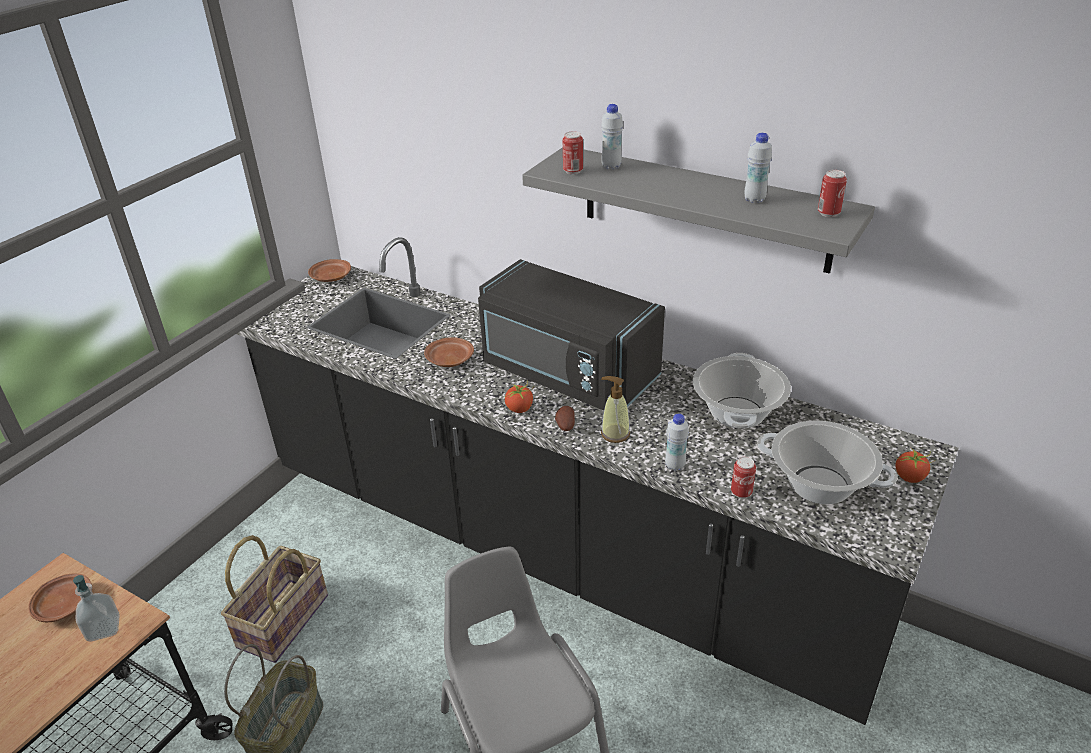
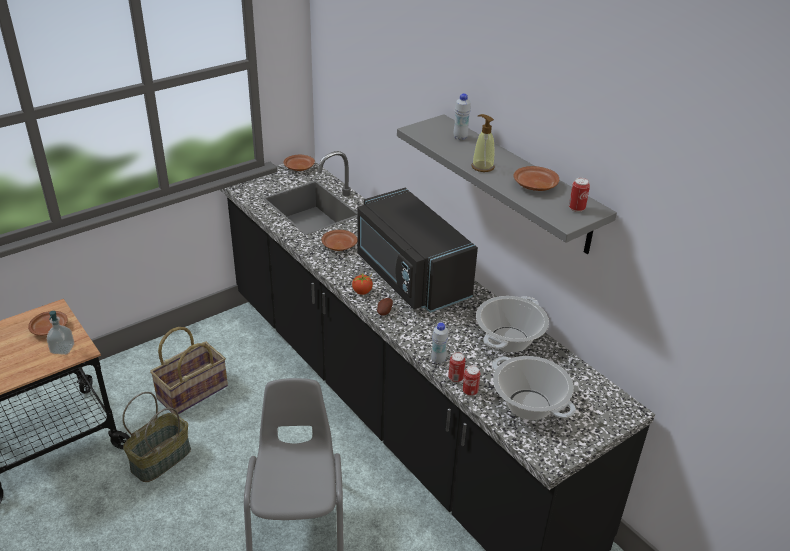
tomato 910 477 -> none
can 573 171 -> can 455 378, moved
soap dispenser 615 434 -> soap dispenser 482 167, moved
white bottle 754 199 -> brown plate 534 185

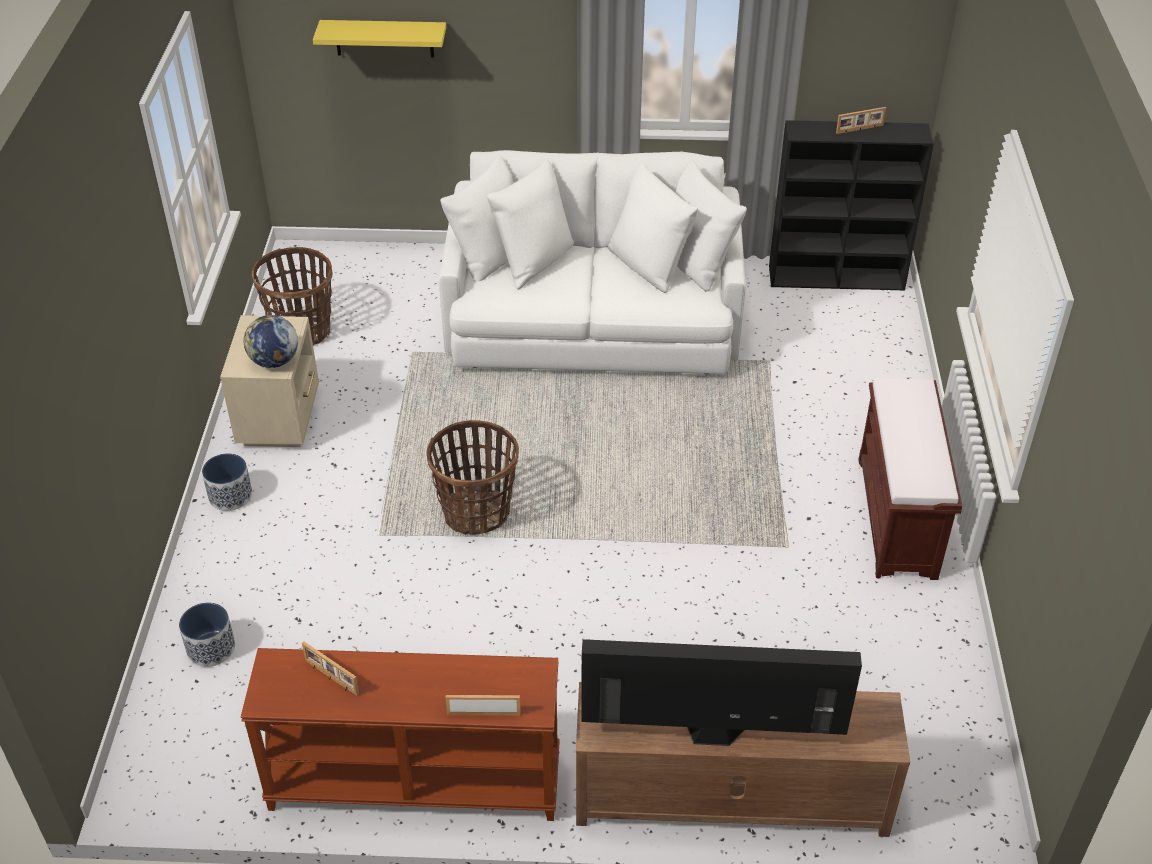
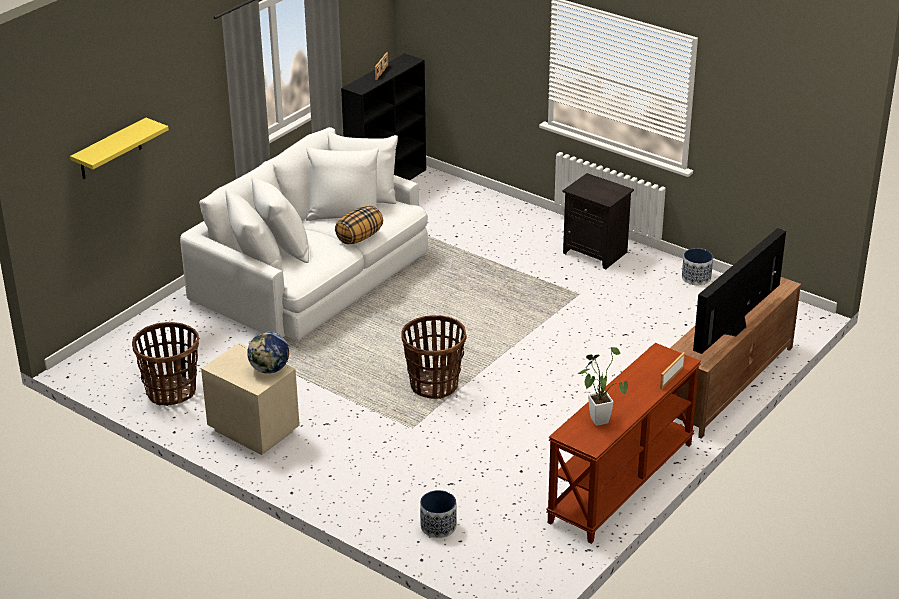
none -> pillow 359 237
planter 230 496 -> planter 696 278, moved
picture frame 331 678 -> potted plant 598 418
brown bench 897 518 -> black nightstand 596 252

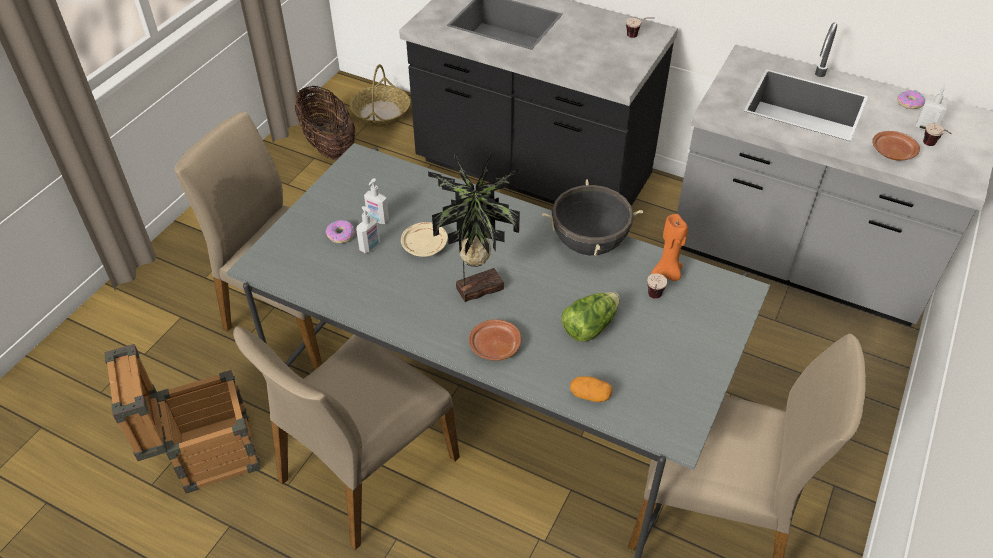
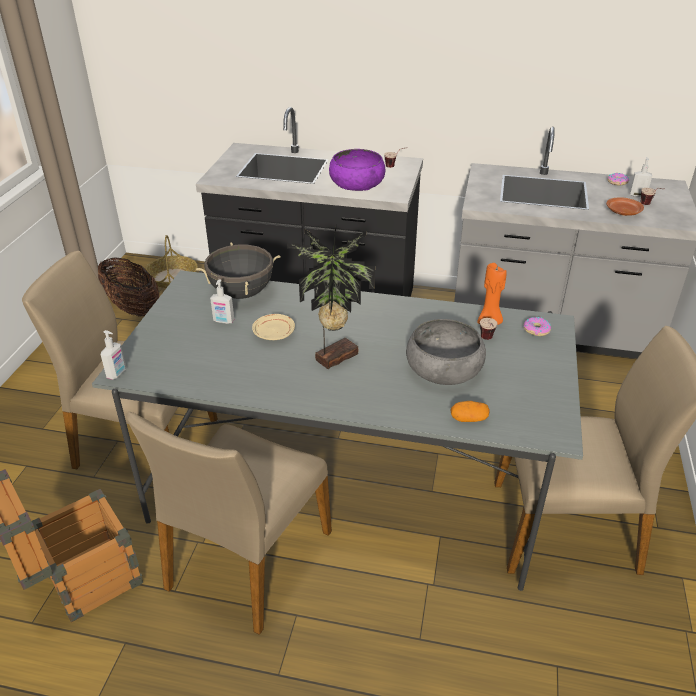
brown plate 494 346 -> none
none -> purple bowl 357 183
donut 340 235 -> donut 536 330, moved
soap dispenser 370 247 -> soap dispenser 117 373, moved
black cooking pot 589 244 -> black cooking pot 241 293, moved
lettuce 589 326 -> grey bowl 443 368

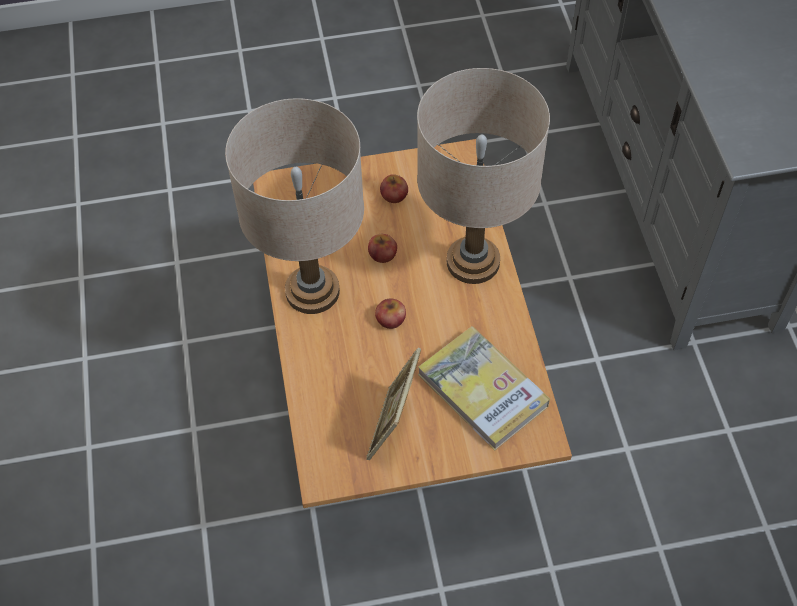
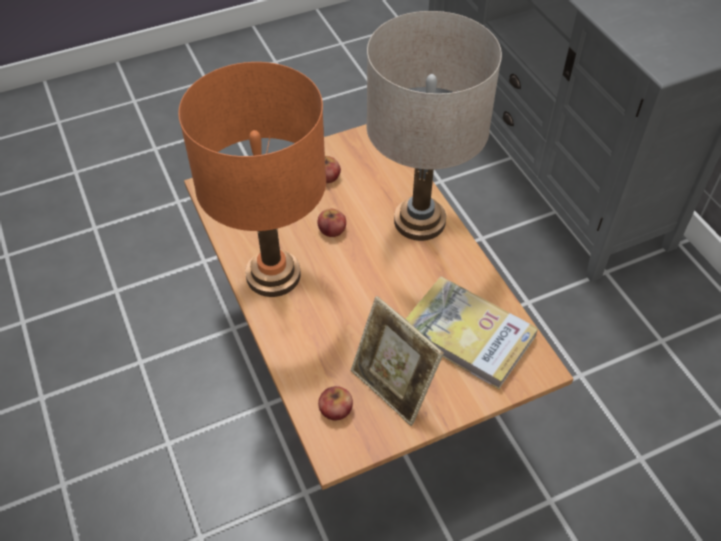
apple 390 319 -> apple 335 409, moved
beige table lamp 312 291 -> orange table lamp 273 275
picture frame 393 427 -> picture frame 392 388, 45 degrees counterclockwise

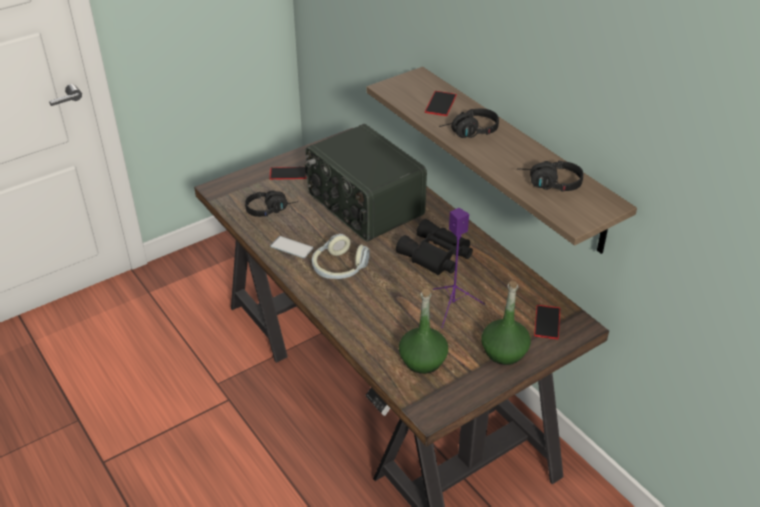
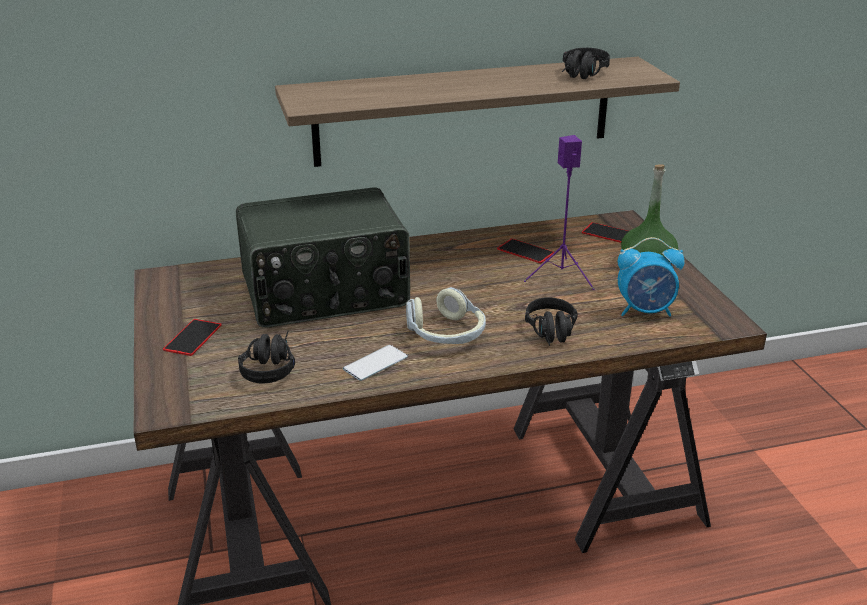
black binoculars 435 256 -> none
phone 440 103 -> phone 525 251, moved
black headphones 469 133 -> black headphones 552 334, moved
green bottle 423 360 -> alarm clock 645 311

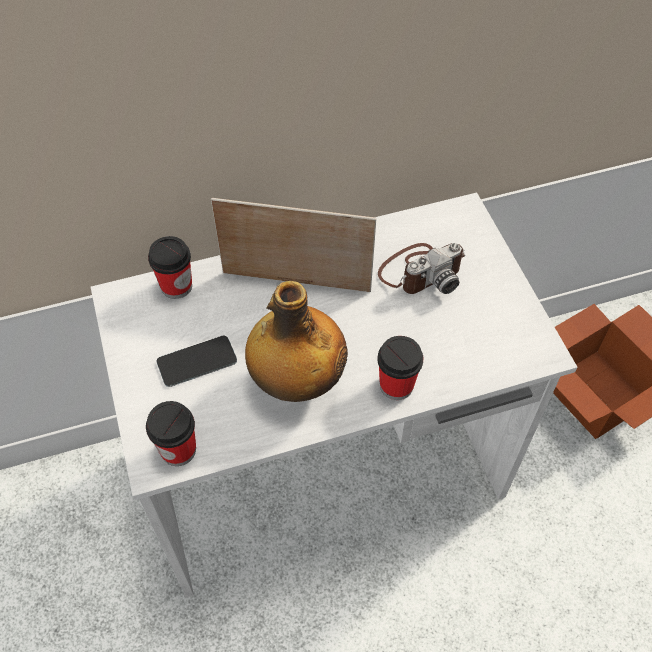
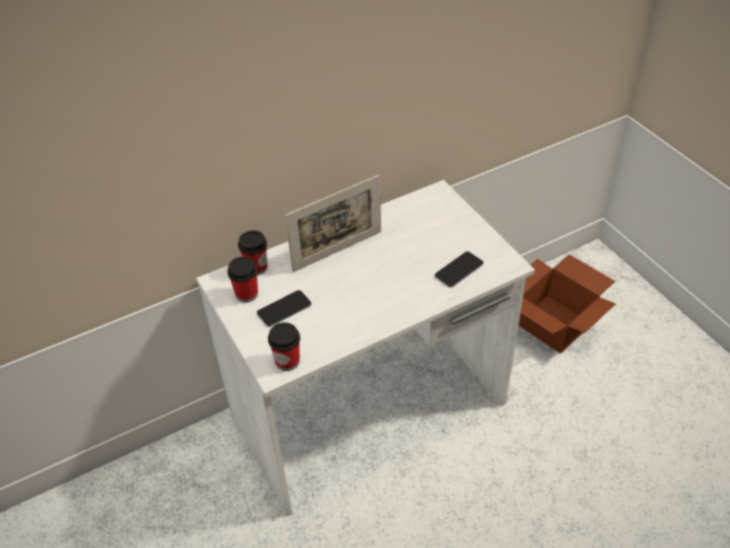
bottle 297 381 -> none
photo camera 421 271 -> none
none -> phone 459 270
cup 396 385 -> cup 246 294, moved
picture frame 296 281 -> picture frame 337 251, 150 degrees clockwise

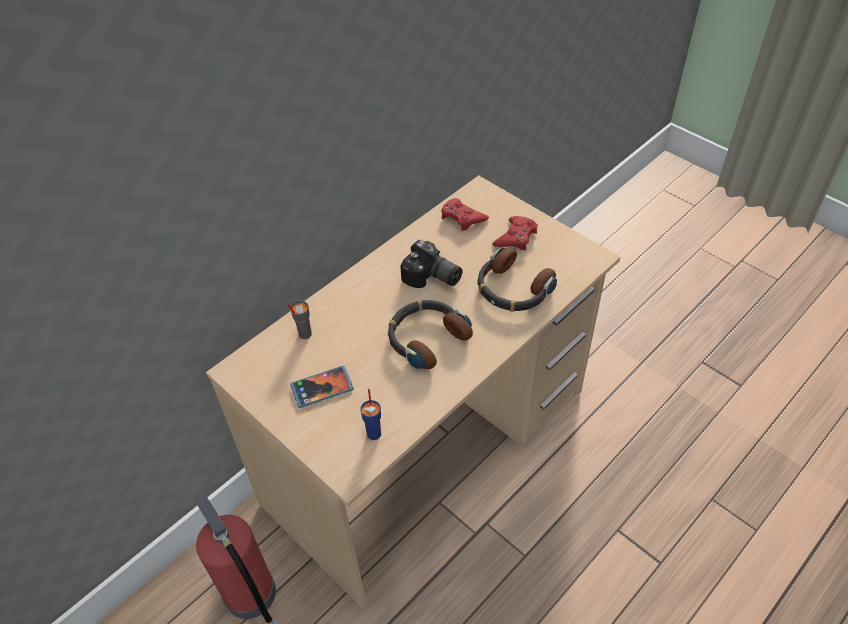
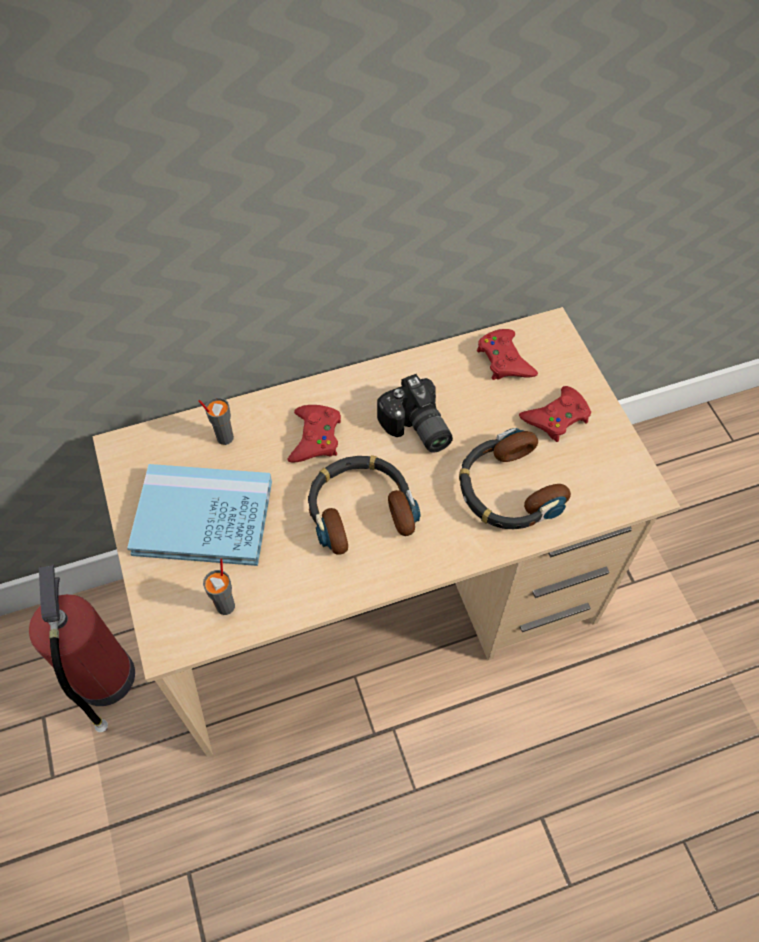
none -> red game controller 315 437
phone 322 388 -> blue book 203 517
blue cup 374 433 -> grey cup 226 606

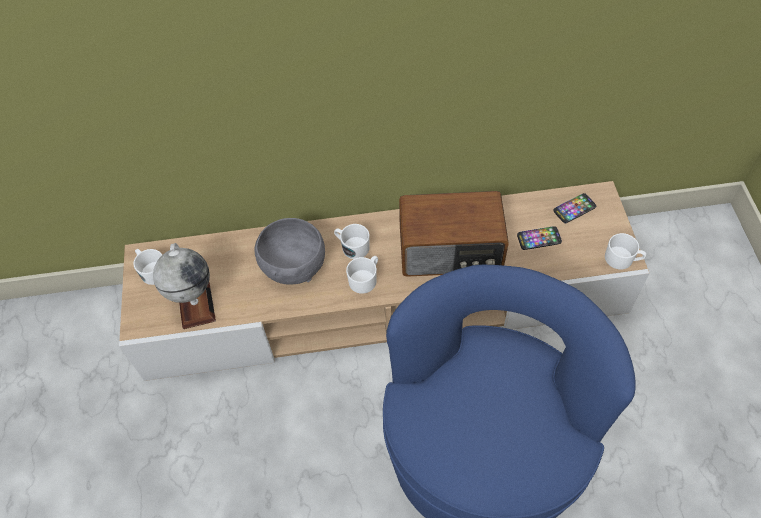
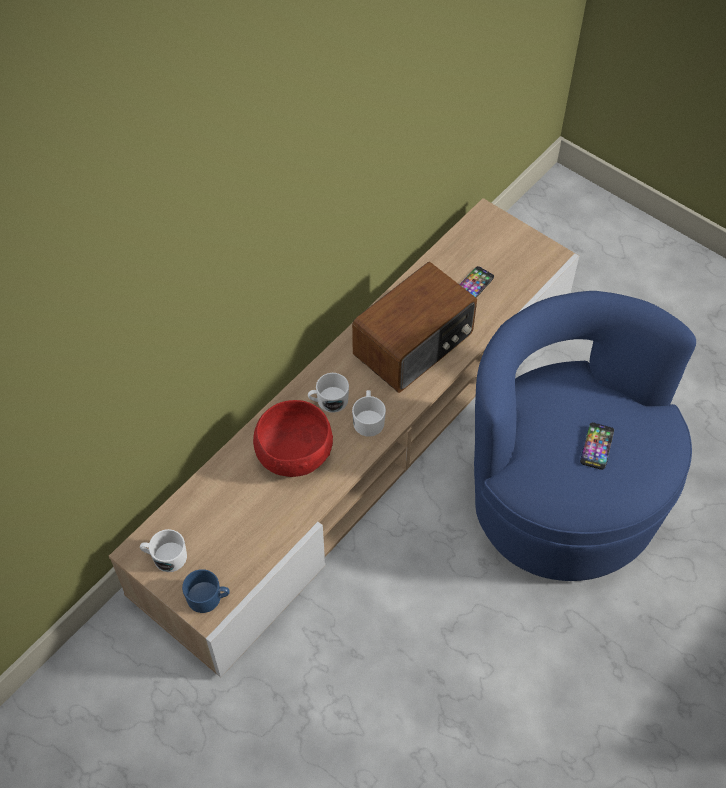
globe 196 304 -> none
white mug 622 259 -> none
none -> blue mug 208 597
phone 574 209 -> phone 597 446, moved
grey bowl 293 265 -> red bowl 293 455

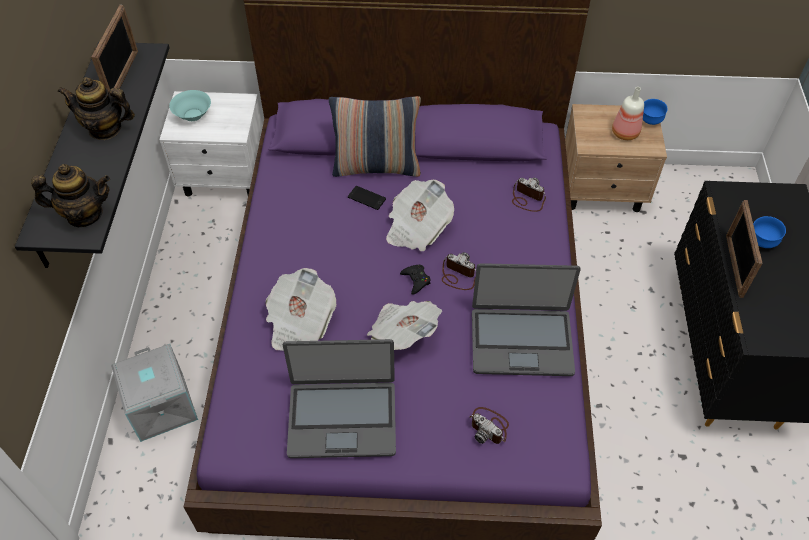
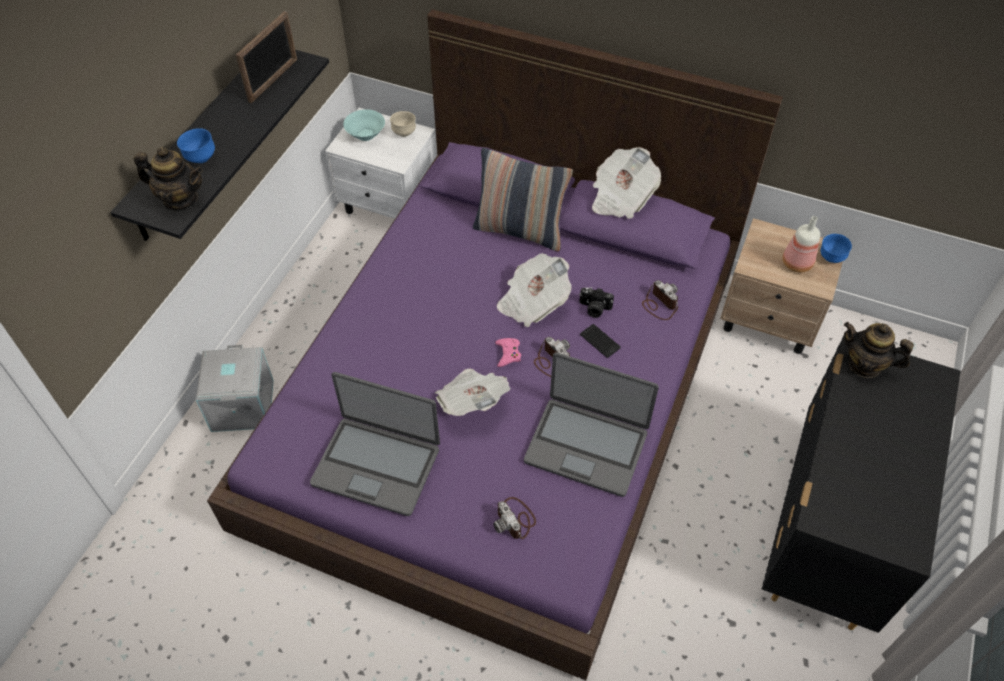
picture frame 734 265 -> none
none -> beige bowl 404 133
none -> photo camera 594 309
teapot 105 129 -> teapot 865 365, moved
newspaper 299 323 -> newspaper 621 197, moved
phone 366 198 -> phone 600 341, moved
blue bowl 761 242 -> blue bowl 200 159, moved
black game controller 416 280 -> pink game controller 508 354

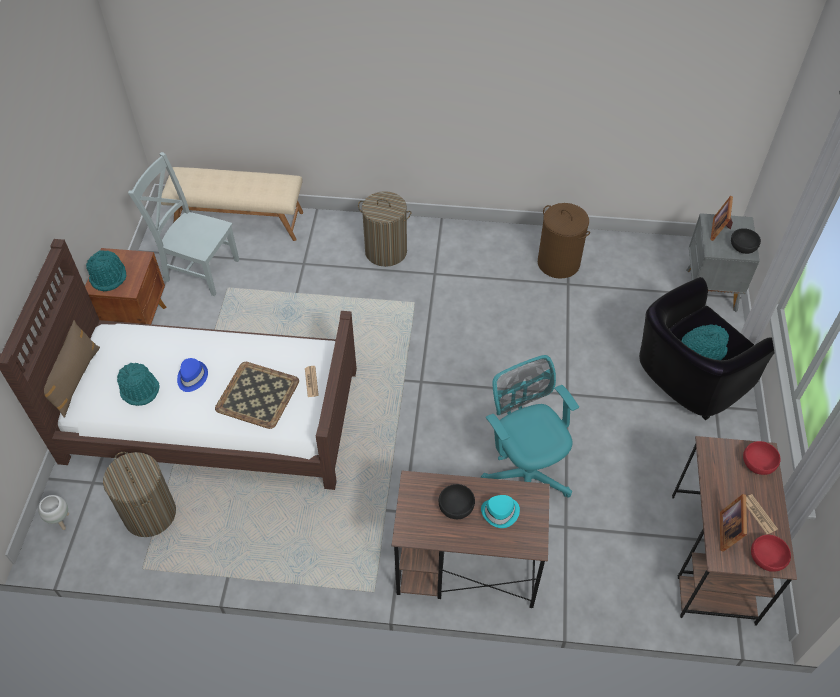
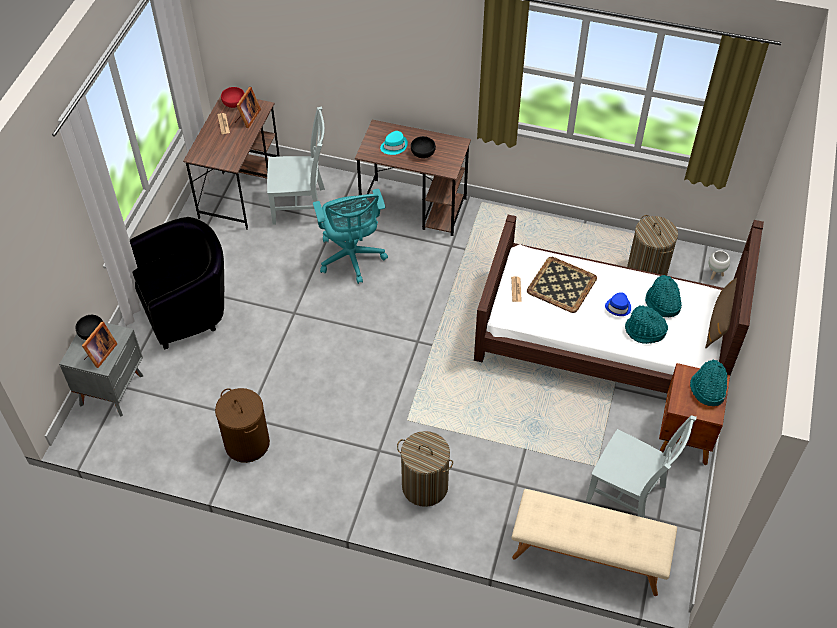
red bowl 758 463 -> none
none -> grey chair 302 206
turquoise hat 702 350 -> turquoise hat 645 331, moved

